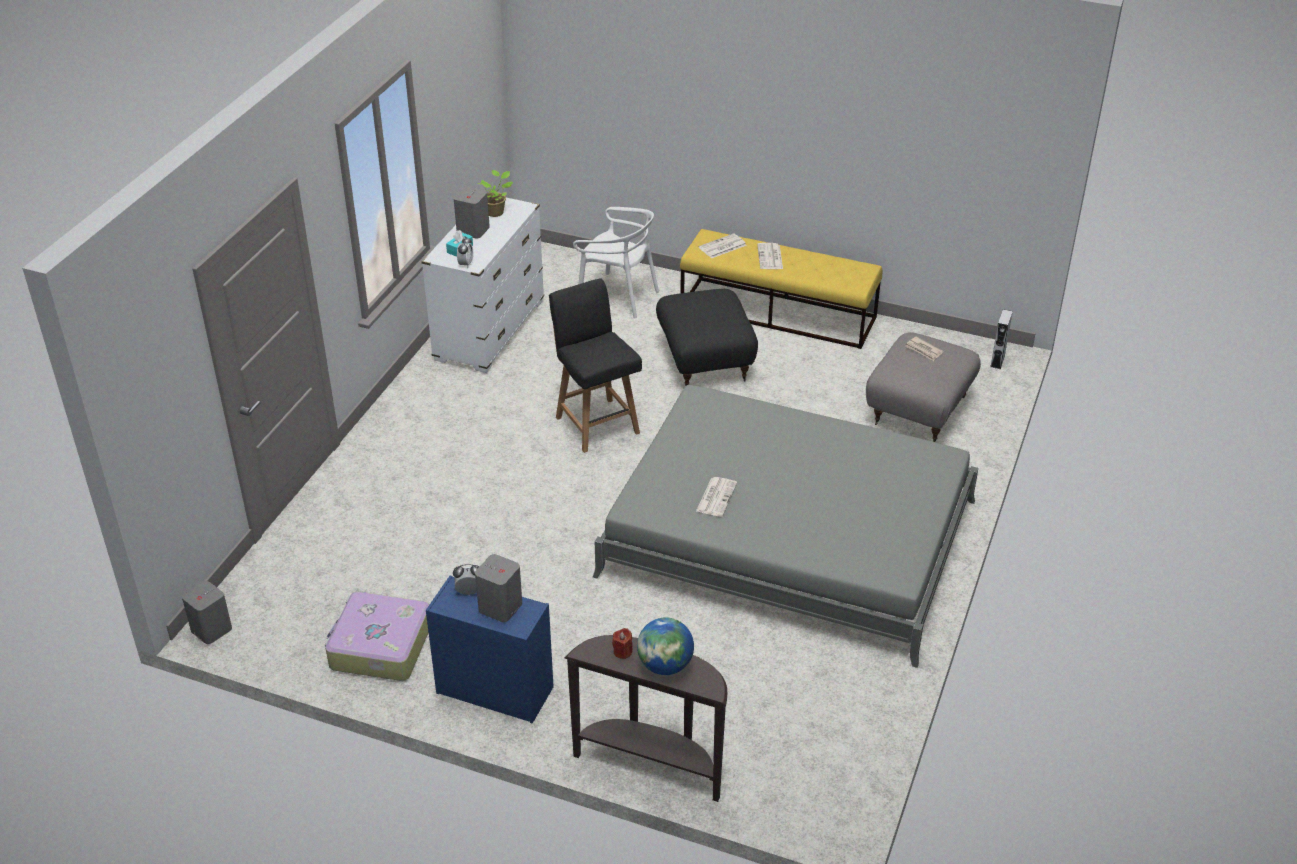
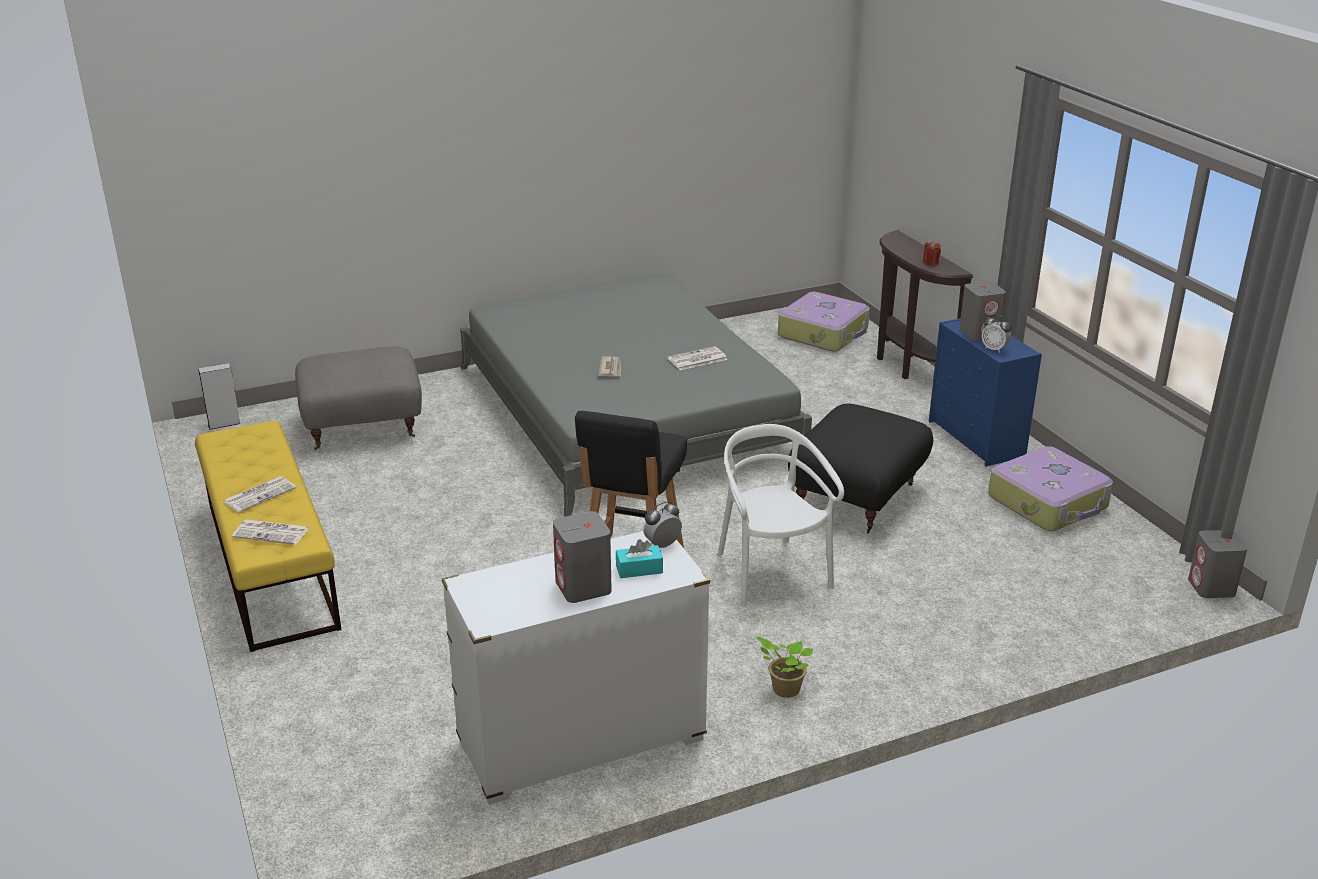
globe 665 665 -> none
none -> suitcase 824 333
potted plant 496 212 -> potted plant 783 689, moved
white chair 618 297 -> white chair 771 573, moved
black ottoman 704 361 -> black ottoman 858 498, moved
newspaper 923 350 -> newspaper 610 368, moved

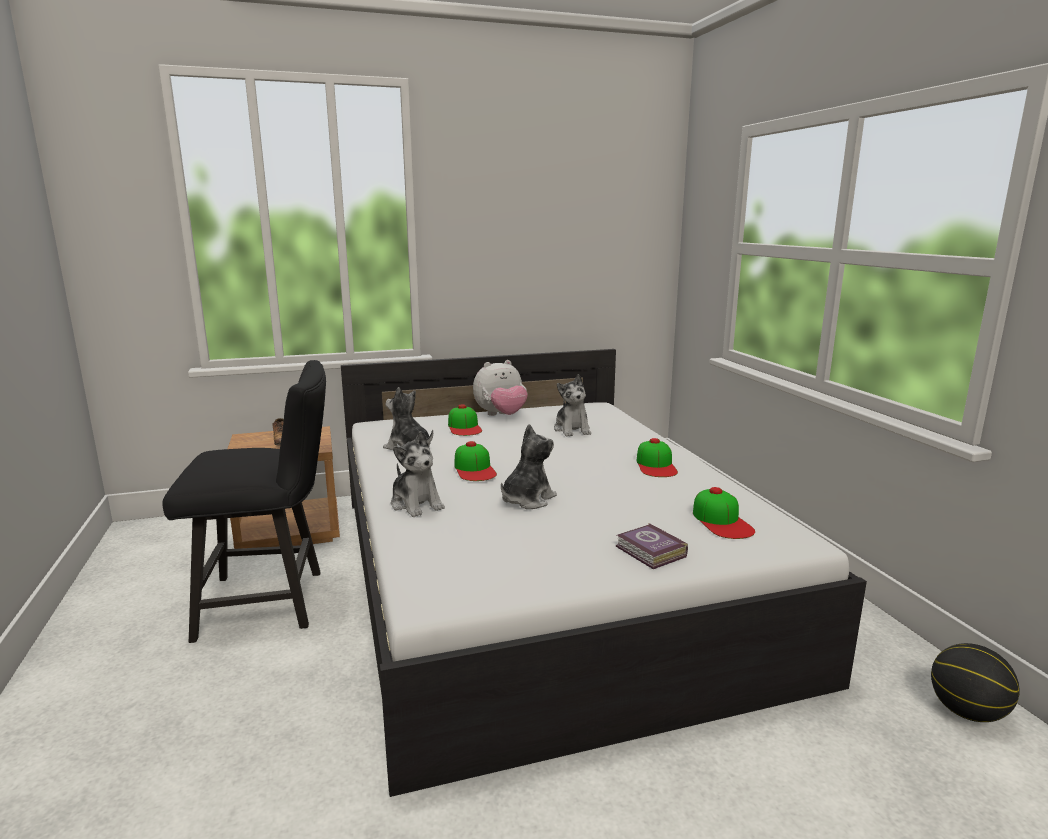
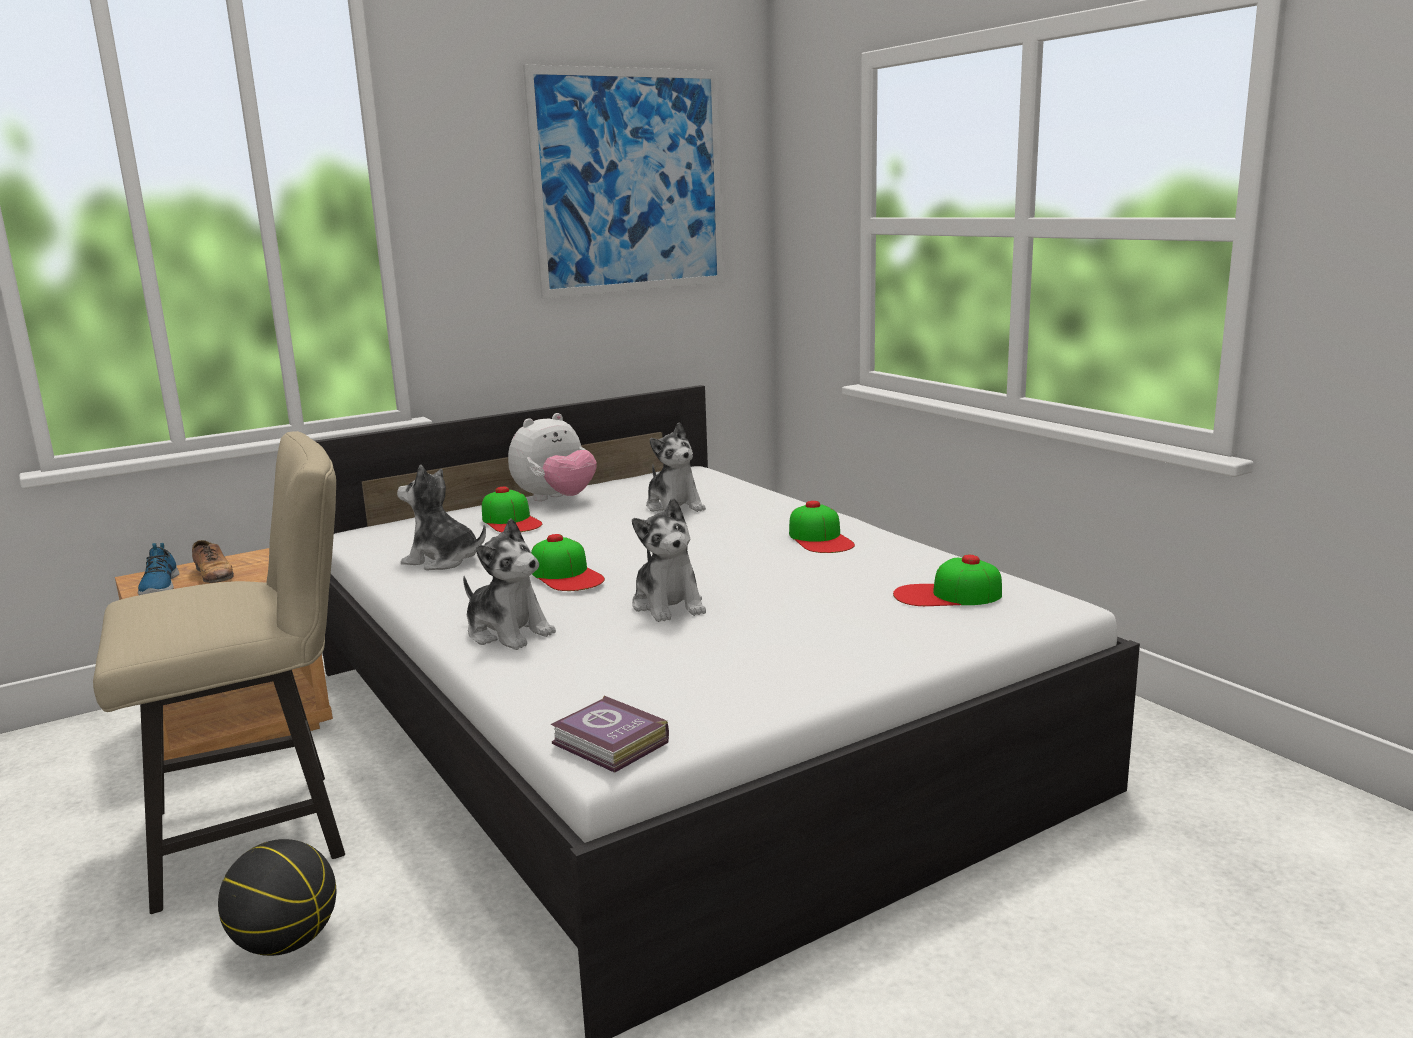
none -> shoe 158 586
none -> picture 630 182
book 650 552 -> book 610 744, moved
basketball 967 712 -> basketball 286 943, moved
black chair 272 602 -> beige chair 264 831
plush toy 527 500 -> plush toy 668 605, 135 degrees clockwise
cap 722 521 -> cap 947 595, 120 degrees clockwise

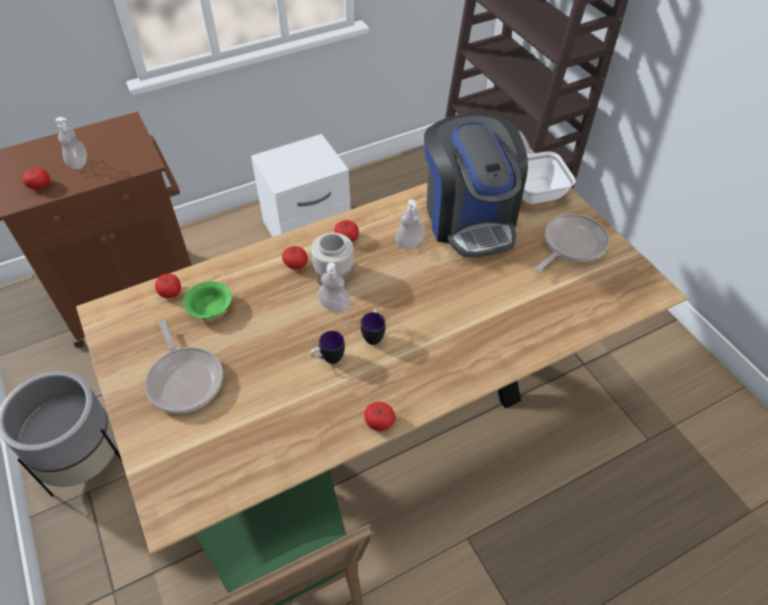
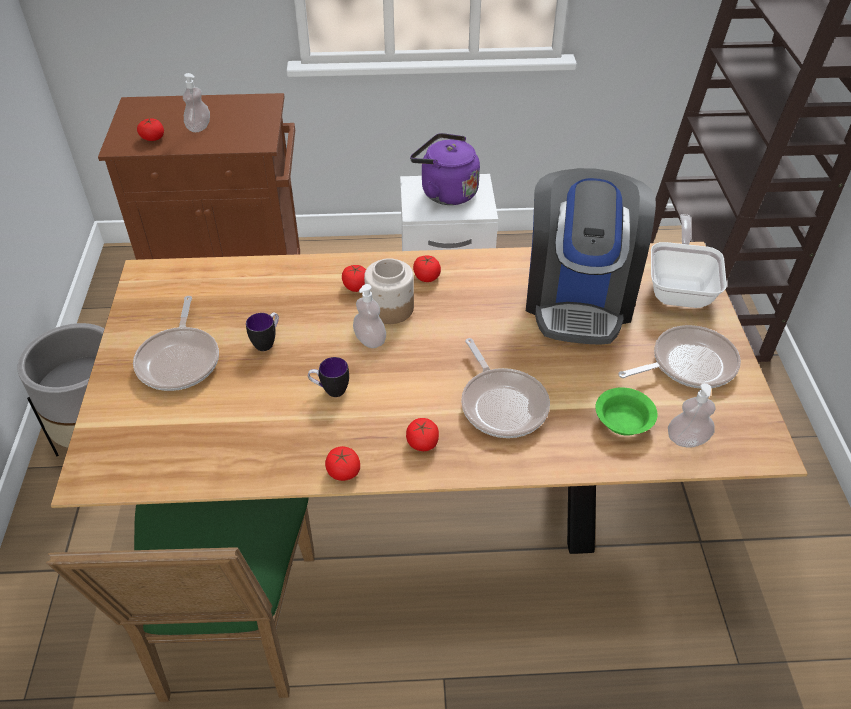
none -> purple kettle 445 192
none -> frying pan 502 404
tomato 170 292 -> tomato 422 442, moved
green bowl 209 308 -> green bowl 621 421, moved
mug 373 335 -> mug 267 342, moved
soap dispenser 409 243 -> soap dispenser 687 440, moved

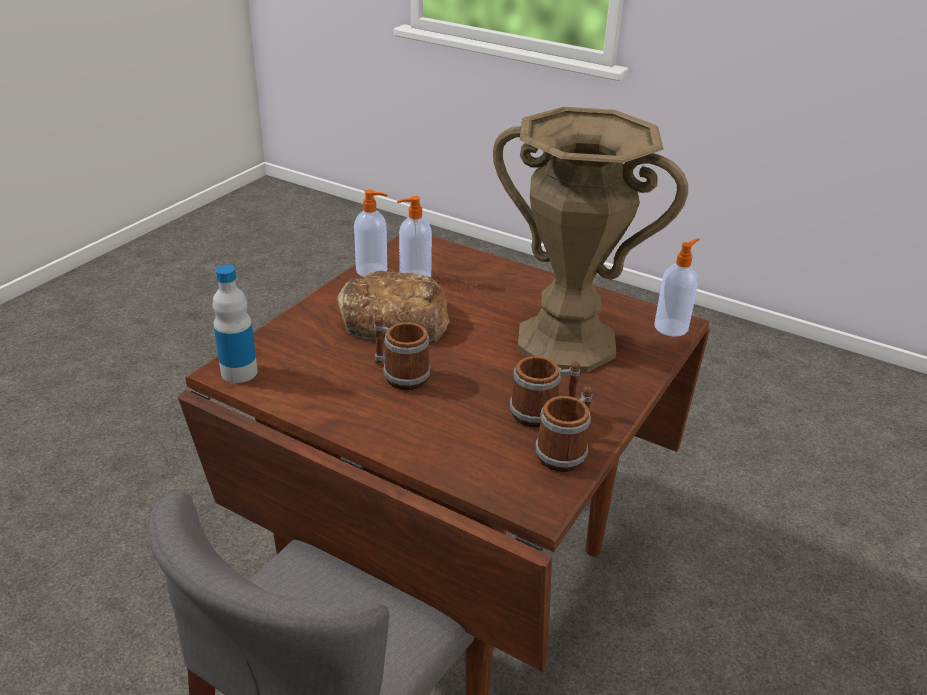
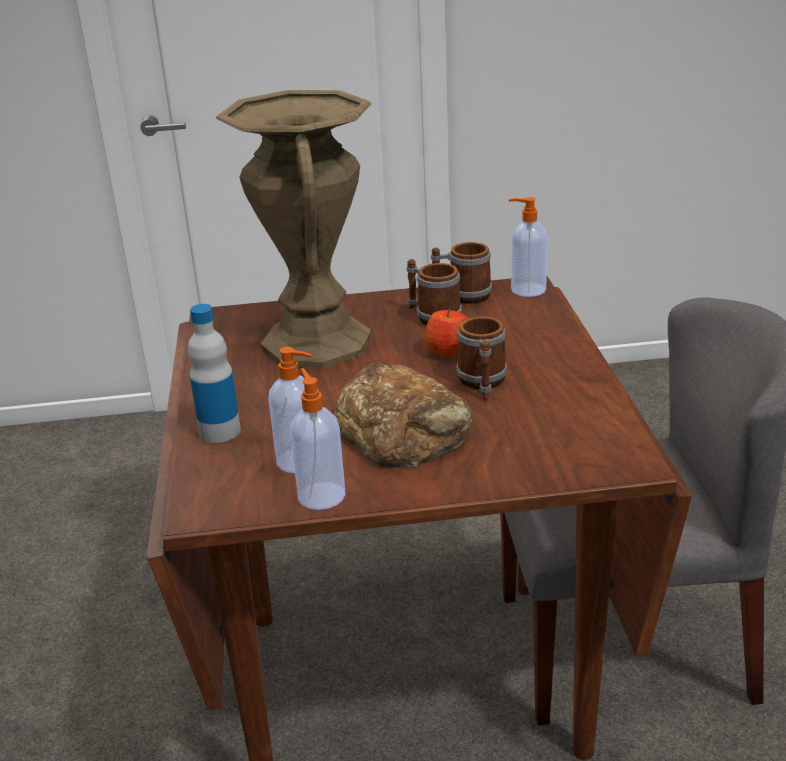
none -> apple 449 351
bottle 239 372 -> bottle 220 431, moved
soap dispenser 671 327 -> soap dispenser 527 290, moved

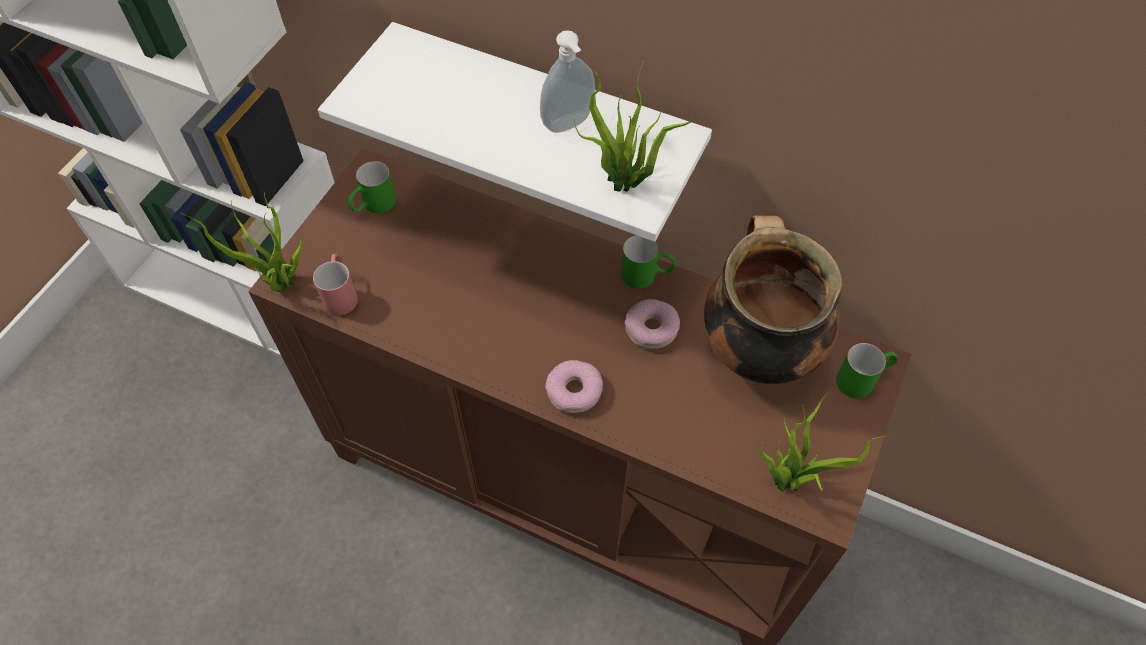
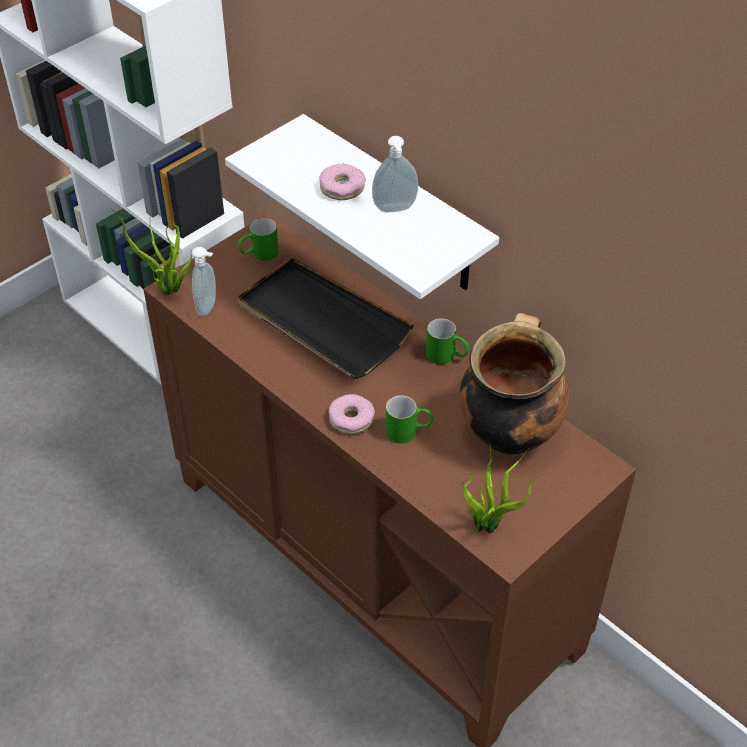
potted plant 625 185 -> none
none -> black tray 322 322
donut 651 328 -> donut 342 188, moved
green mug 863 379 -> green mug 408 432, moved
red mug 340 293 -> soap dispenser 208 307

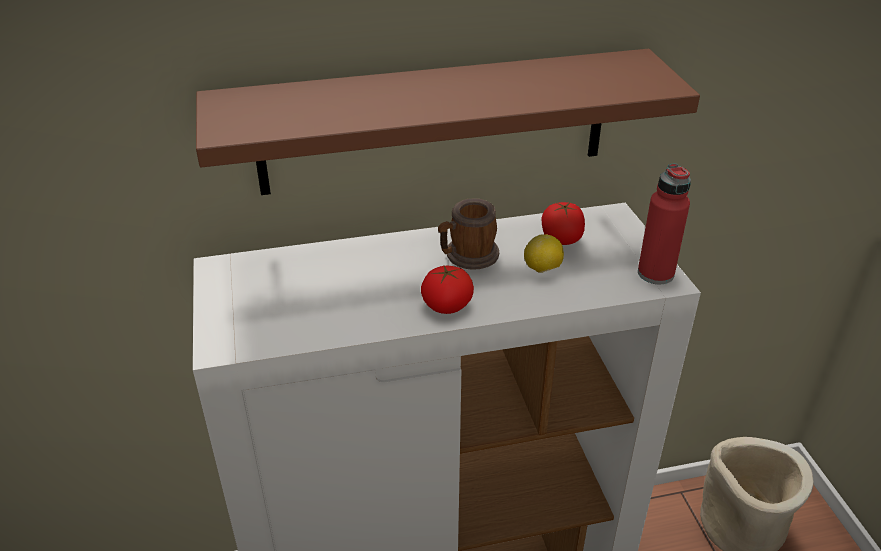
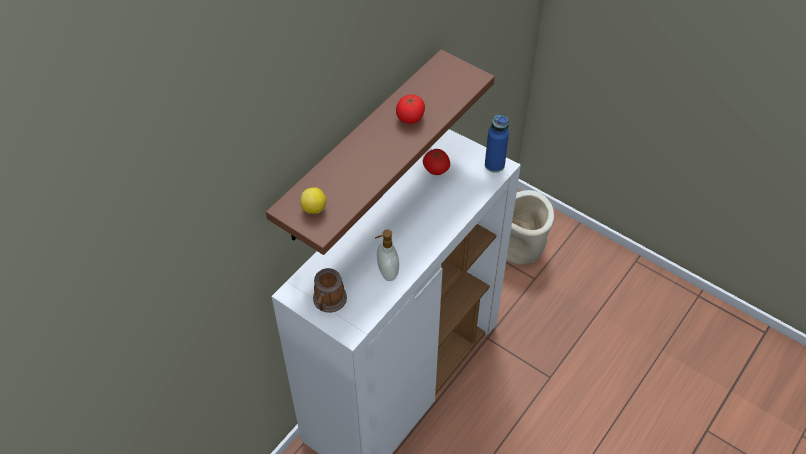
none -> soap dispenser 387 272
tomato 447 306 -> tomato 410 118, moved
mug 467 256 -> mug 328 302, moved
lemon 542 269 -> lemon 314 209, moved
red bottle 655 273 -> blue bottle 494 165

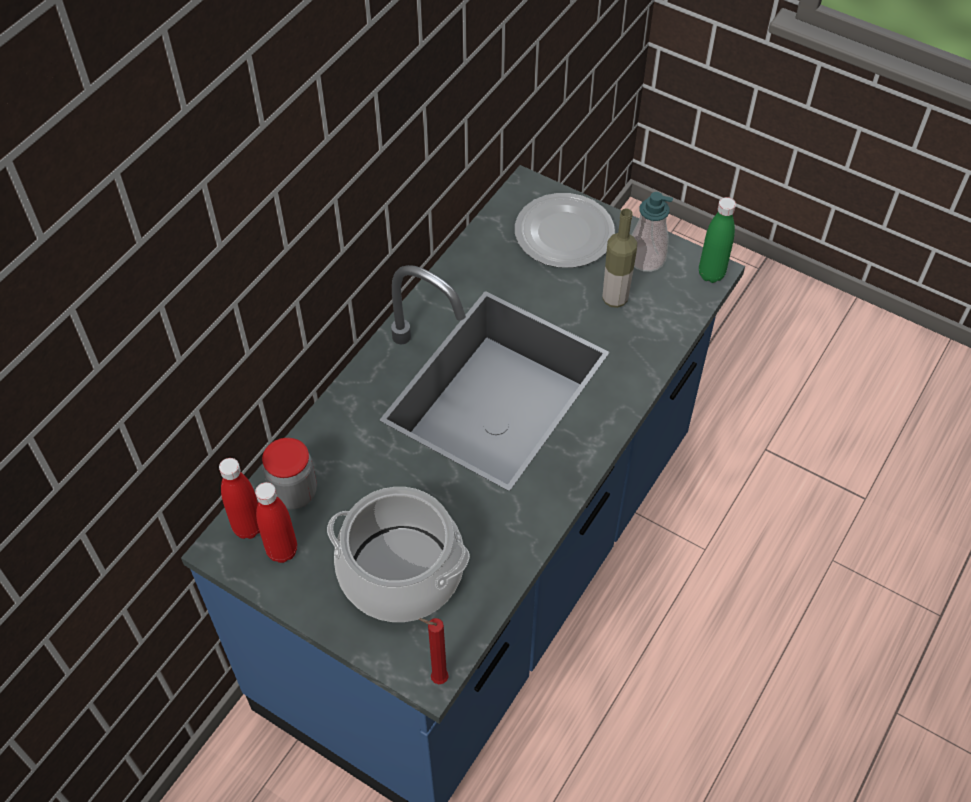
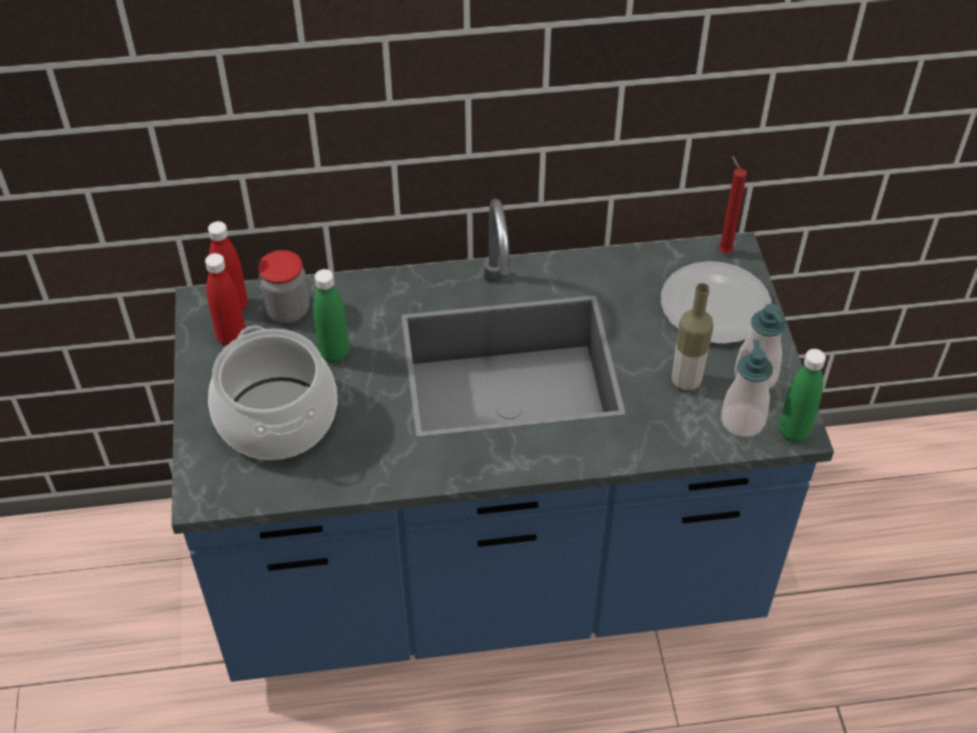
none -> green bottle 334 353
none -> soap dispenser 742 421
red candle 436 678 -> red candle 723 251, moved

